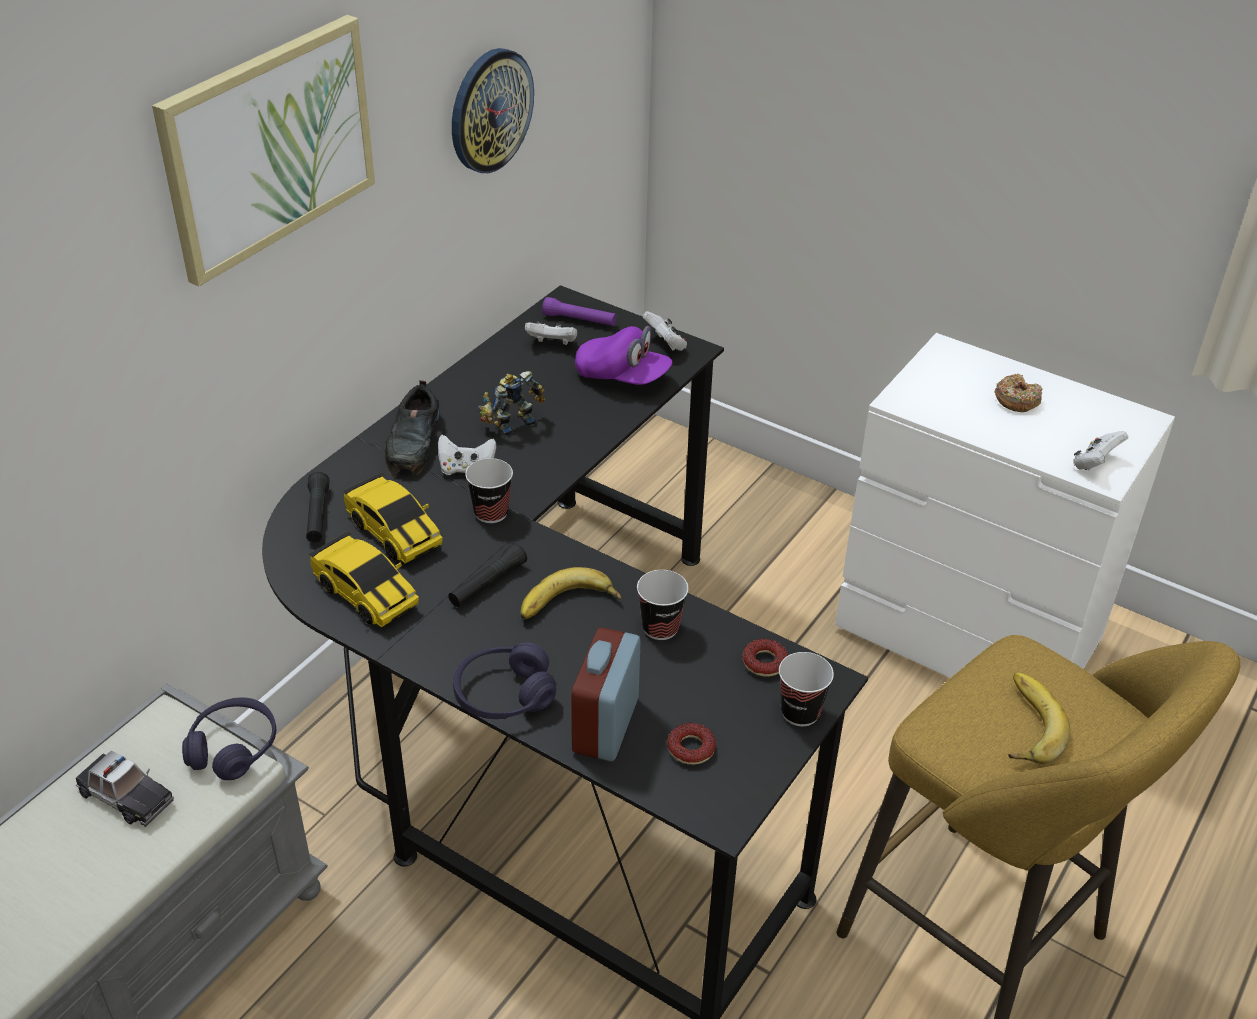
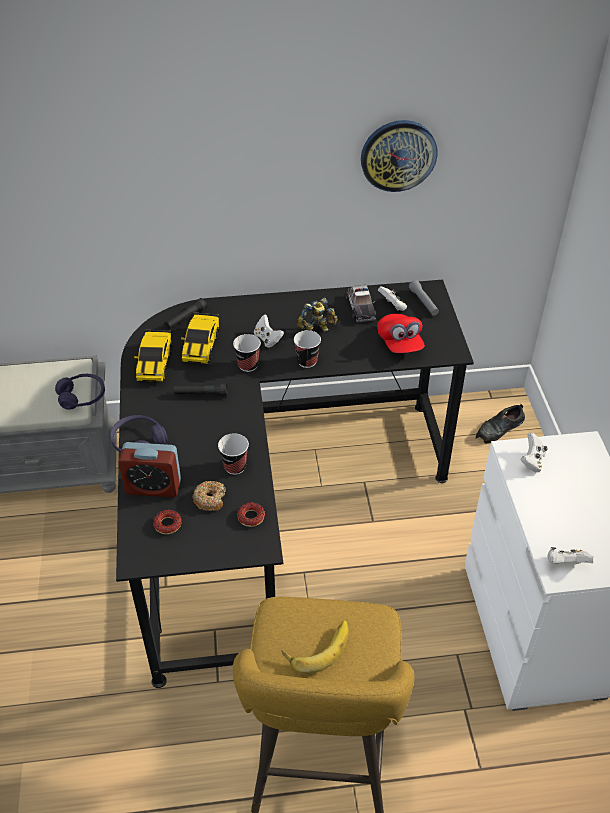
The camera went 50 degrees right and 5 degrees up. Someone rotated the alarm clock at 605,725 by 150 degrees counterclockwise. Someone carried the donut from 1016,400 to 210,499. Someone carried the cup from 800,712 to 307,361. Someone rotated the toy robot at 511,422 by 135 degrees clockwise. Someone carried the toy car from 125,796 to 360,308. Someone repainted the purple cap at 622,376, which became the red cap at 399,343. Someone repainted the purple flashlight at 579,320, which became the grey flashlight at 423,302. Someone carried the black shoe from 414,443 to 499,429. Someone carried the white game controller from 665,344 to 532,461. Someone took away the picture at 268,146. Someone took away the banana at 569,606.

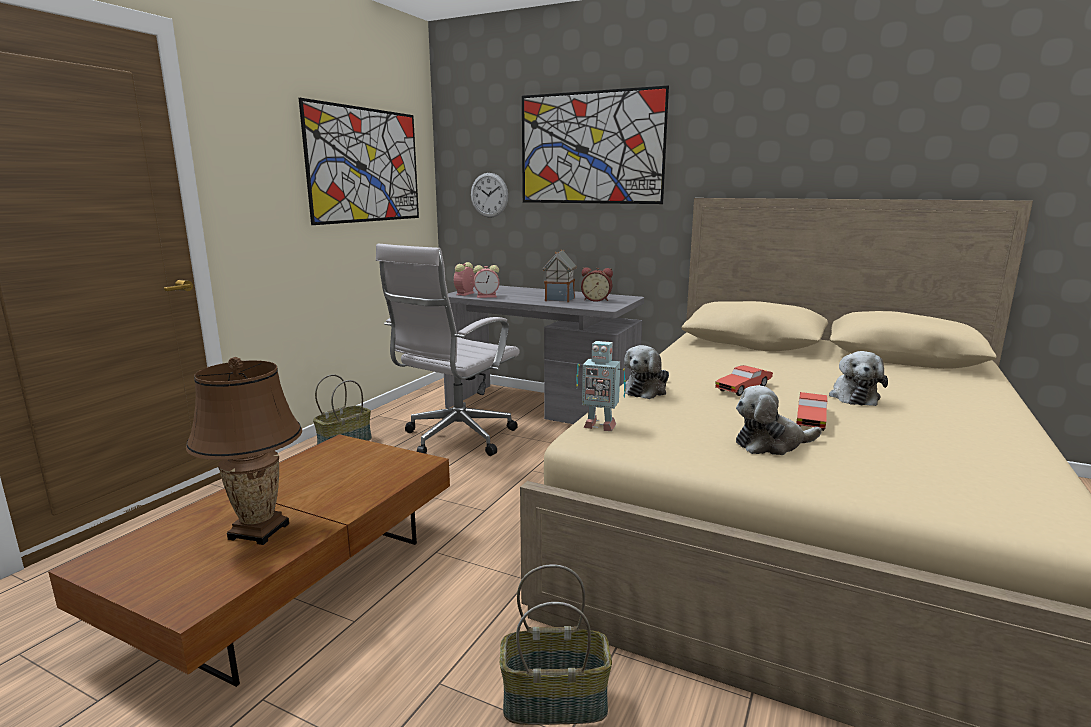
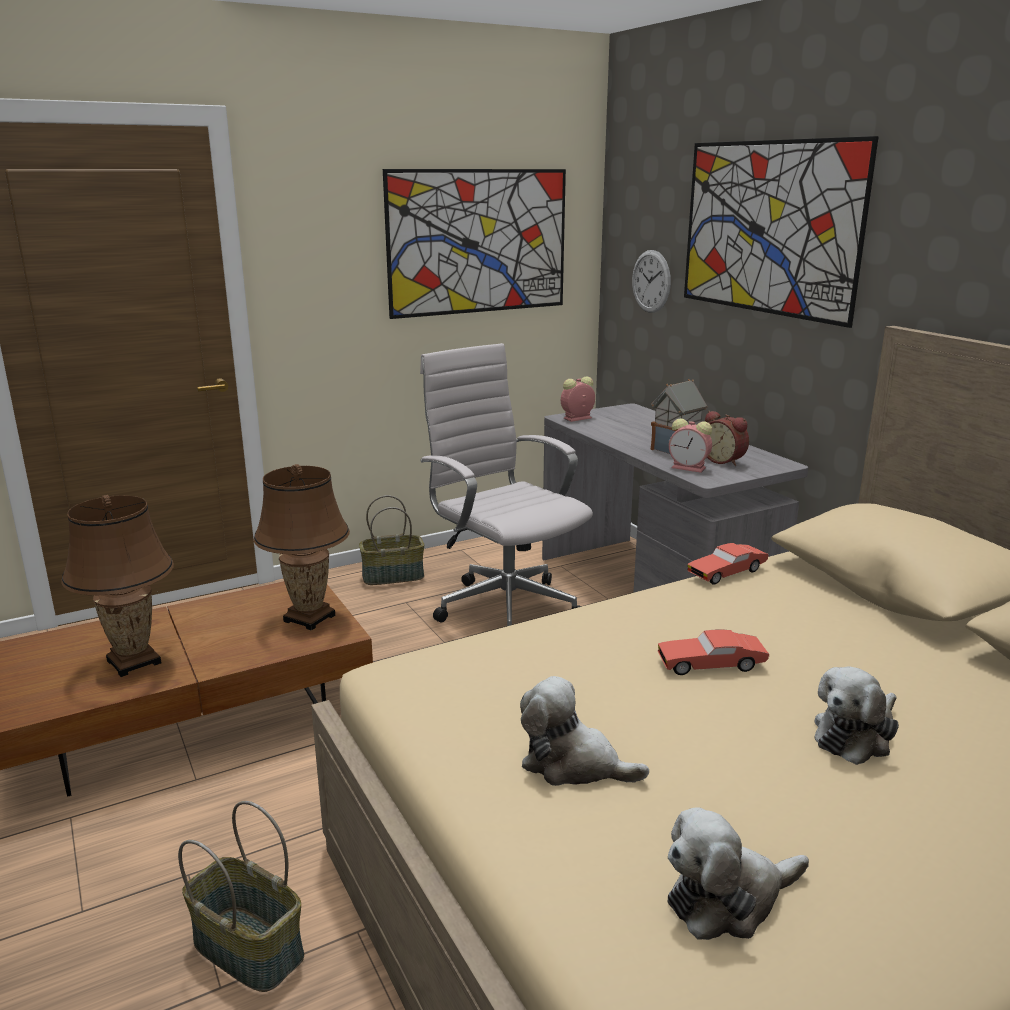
The camera went 35 degrees right and 5 degrees up. Someone put down the brown table lamp at 310,618. Someone rotated the white office chair at 455,439 by 75 degrees clockwise. Someone carried the plush toy from 647,390 to 728,899. Someone carried the alarm clock from 487,296 to 690,468. Someone carried the red toy car from 810,419 to 727,573. Someone took away the toy robot at 599,425.

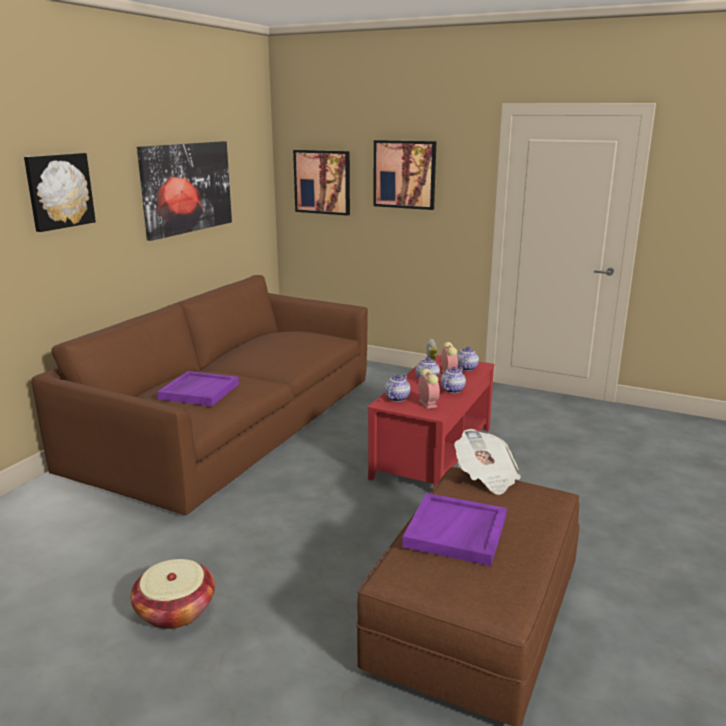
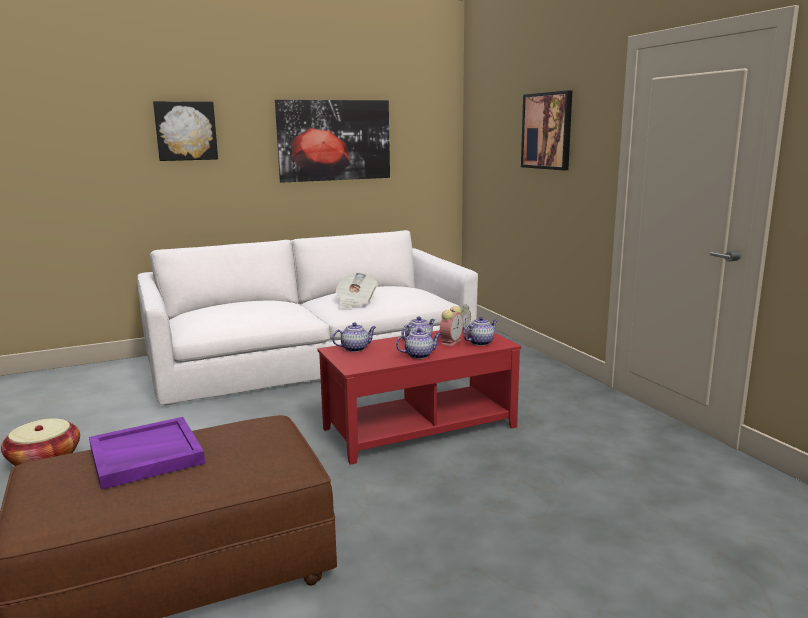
The camera went 40 degrees right and 5 degrees down. Someone repainted the brown sofa at 231,423, which became the white sofa at 311,357. Someone carried the newspaper from 486,477 to 355,302. Someone took away the purple tray at 199,391. Someone took away the picture at 322,182. Someone took away the alarm clock at 427,403.

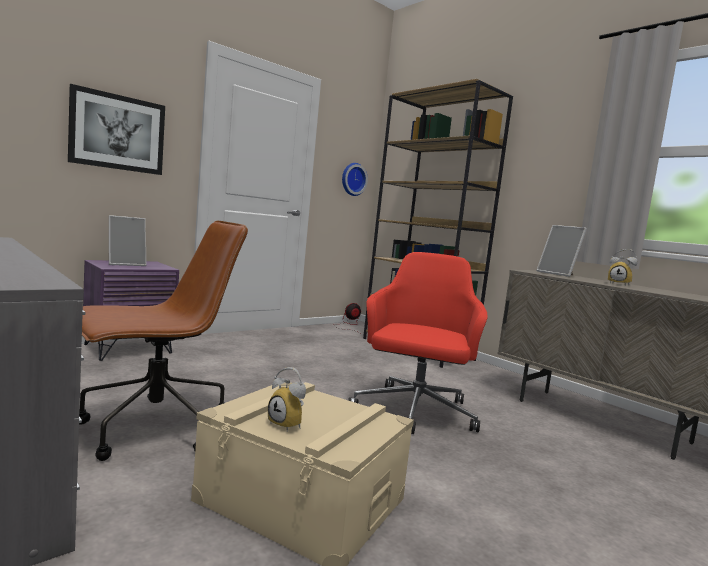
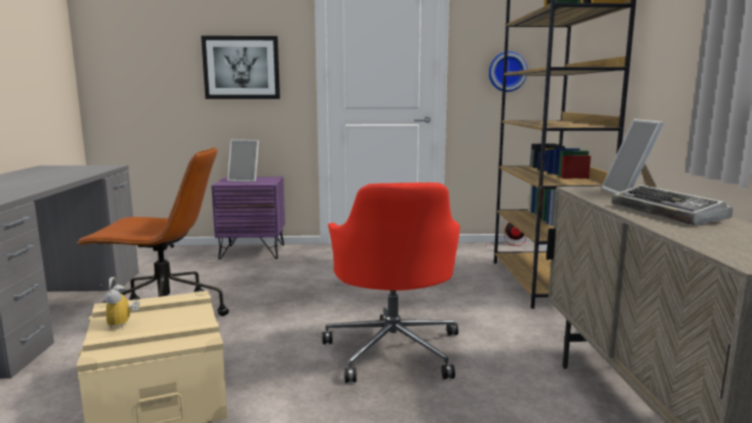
The camera went 40 degrees right and 5 degrees up. Someone rotated the red office chair at 414,412 by 120 degrees clockwise. Someone swapped the alarm clock at 619,284 for the keyboard at 668,213.

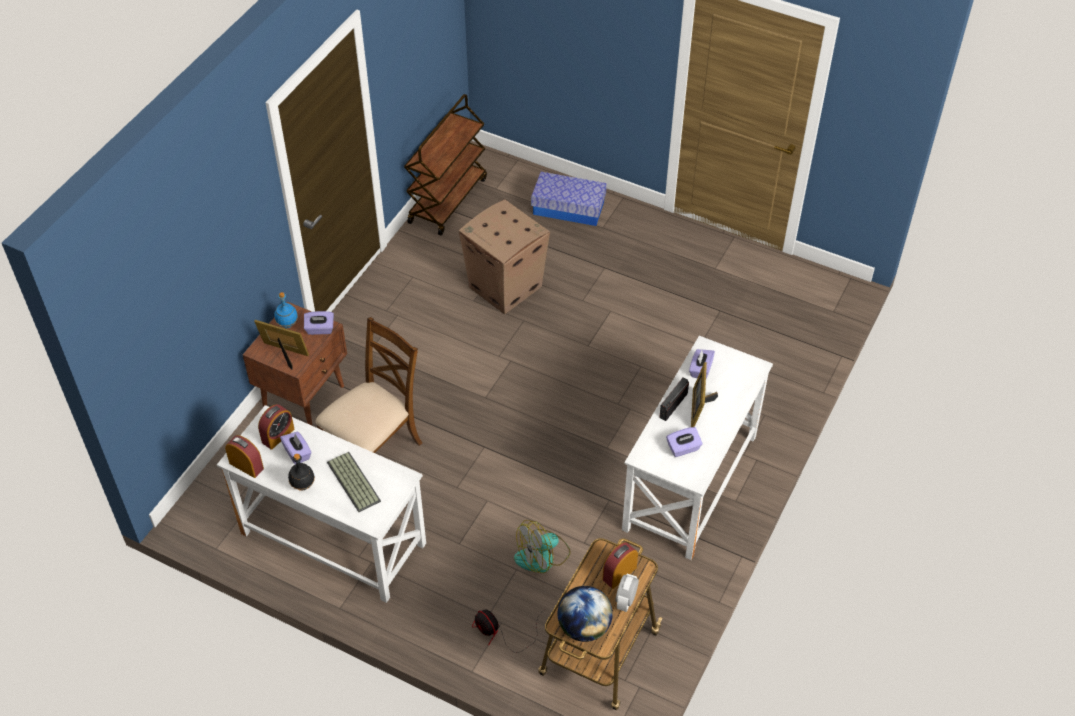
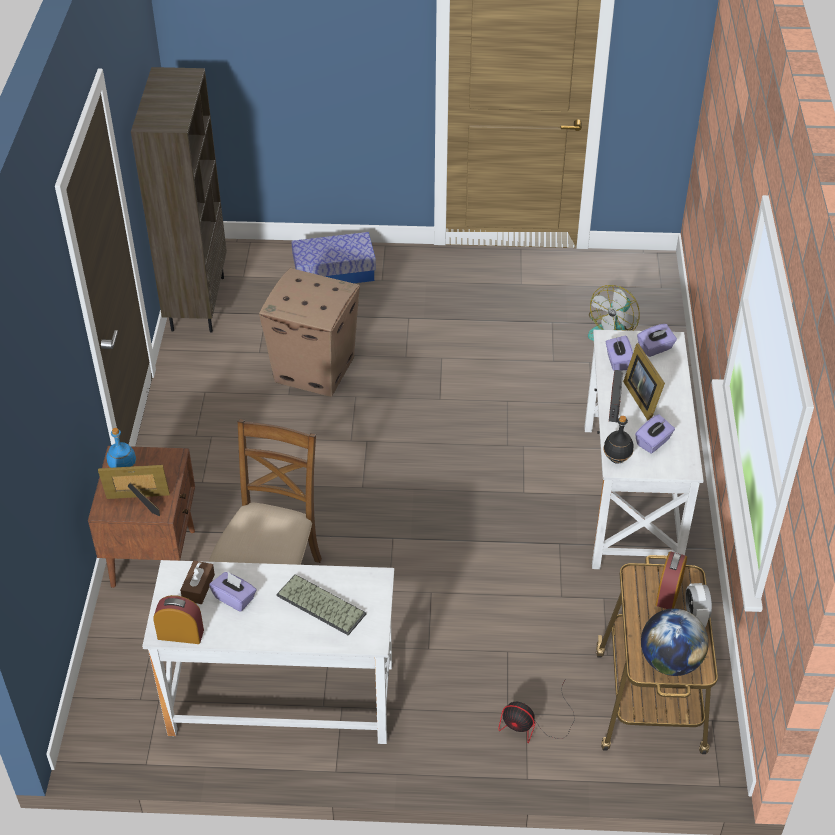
The camera went 25 degrees left and 5 degrees down. Someone swapped the brown cart at 447,200 for the brown bookcase at 196,303. Someone swapped the alarm clock at 278,435 for the brown tissue box at 198,587. Someone carried the fan from 542,556 to 612,329. Someone carried the black bottle from 303,486 to 617,459. Someone carried the purple tissue box from 320,329 to 655,348.

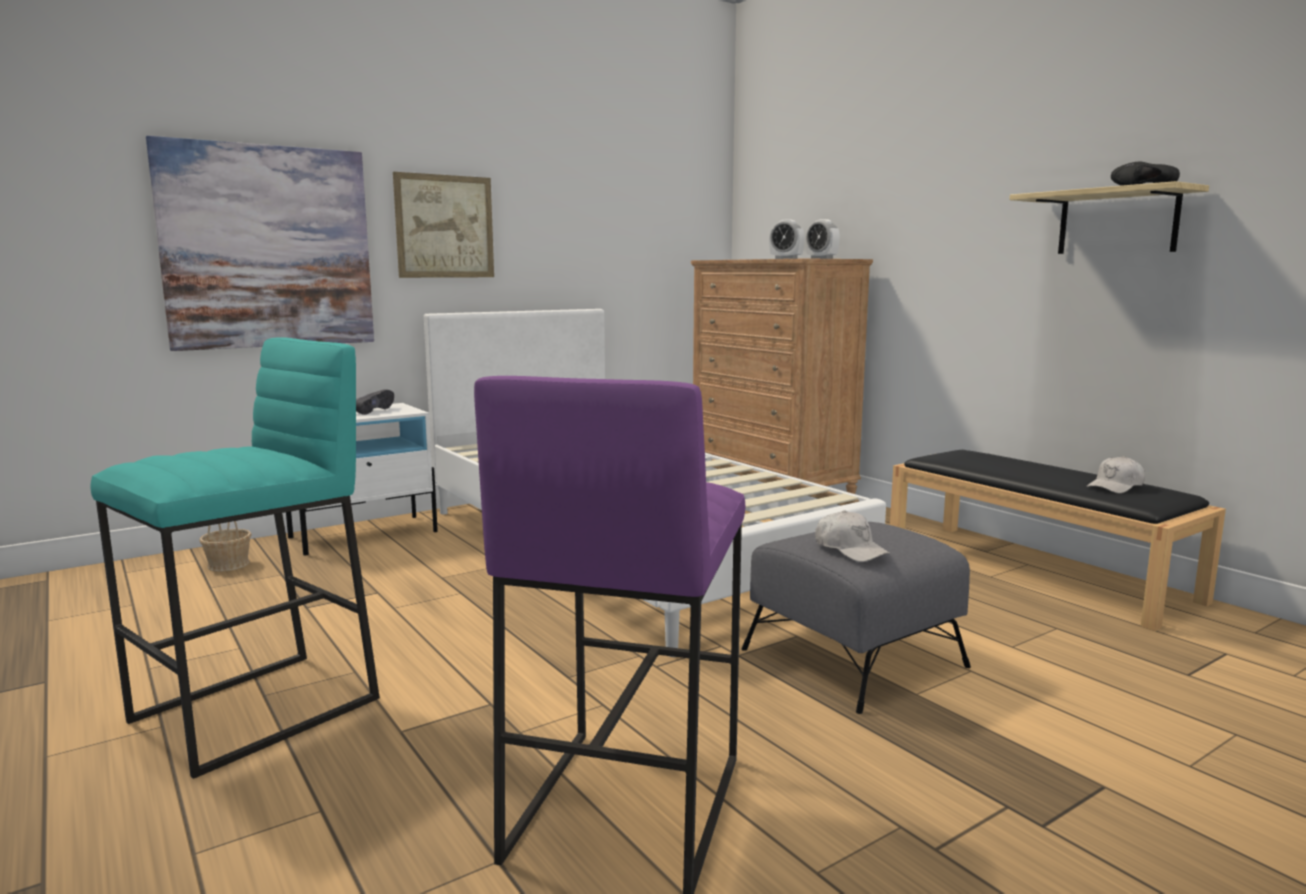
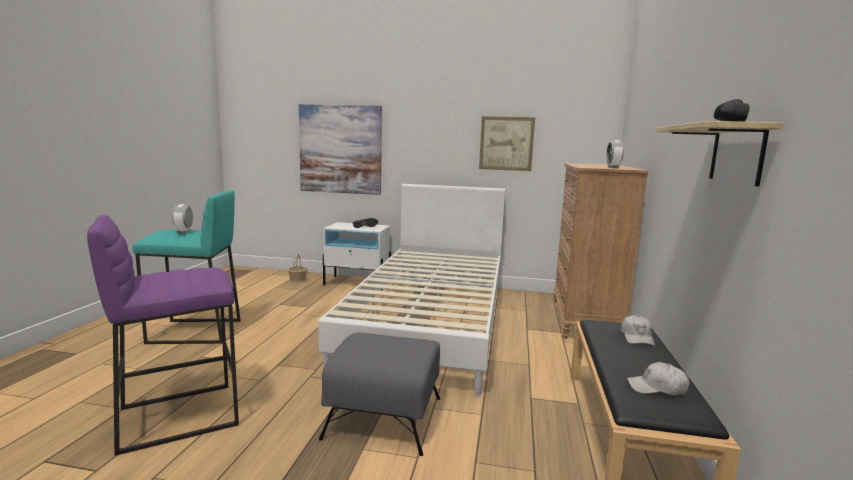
The camera went 45 degrees right and 0 degrees up. Someone carried the alarm clock from 786,258 to 184,232. Someone carried the picture from 444,226 to 506,143. Someone carried the white cap from 850,549 to 637,337.

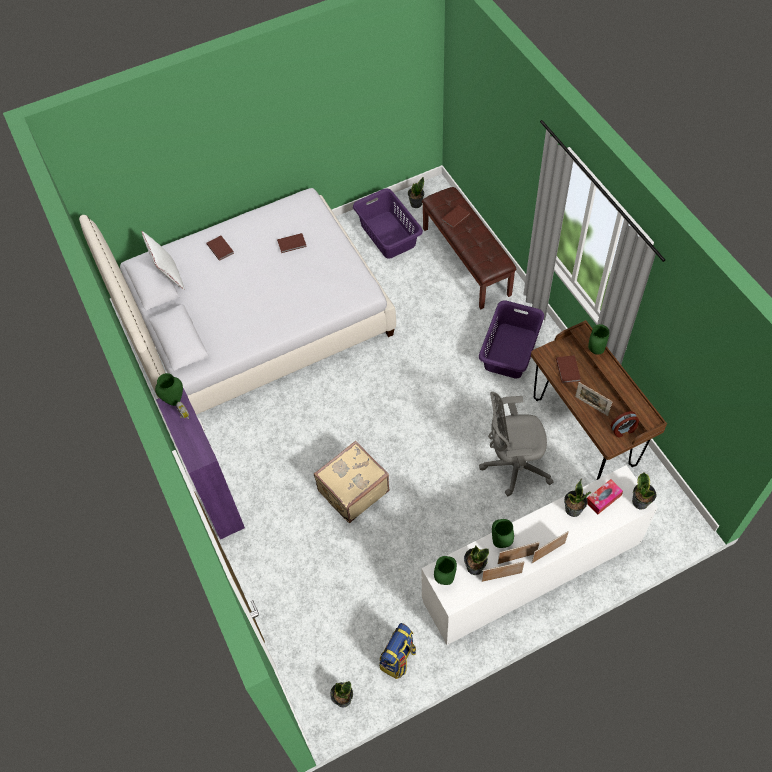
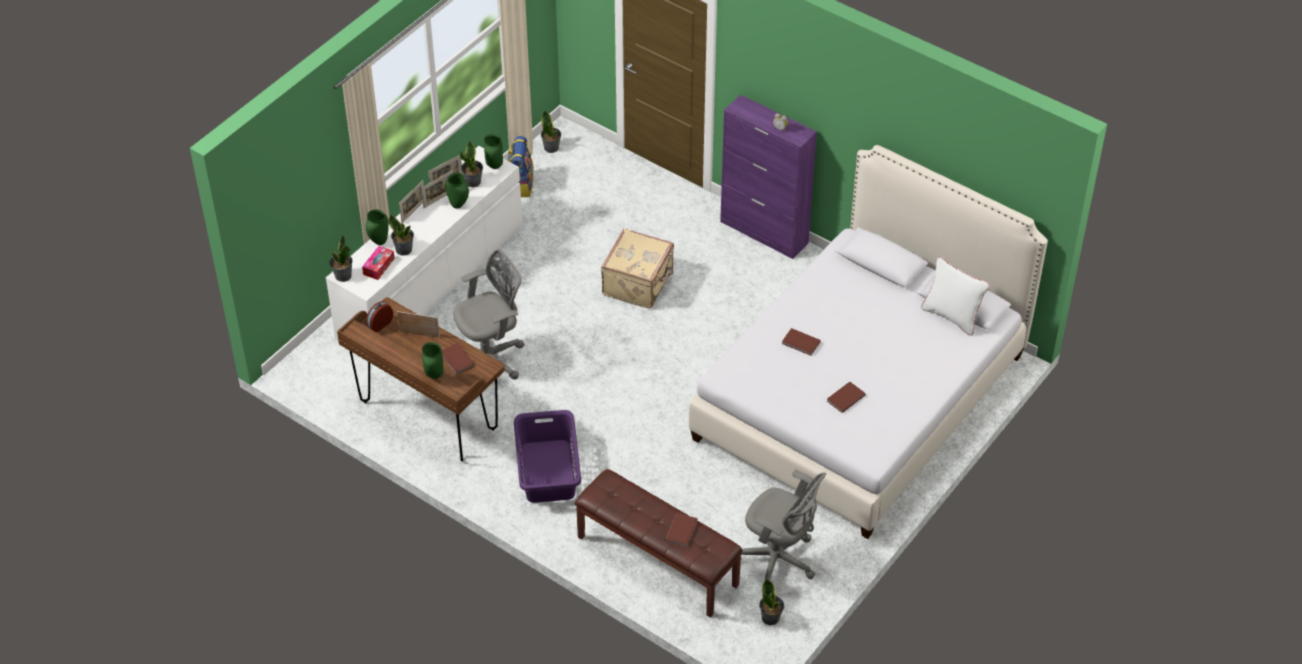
The camera went 150 degrees right and 10 degrees down. Someone carried the green vase from 174,400 to 379,242. Someone swapped the purple laundry basket at 388,234 for the grey office chair at 778,560. Someone carried the brown book from 220,248 to 801,343.

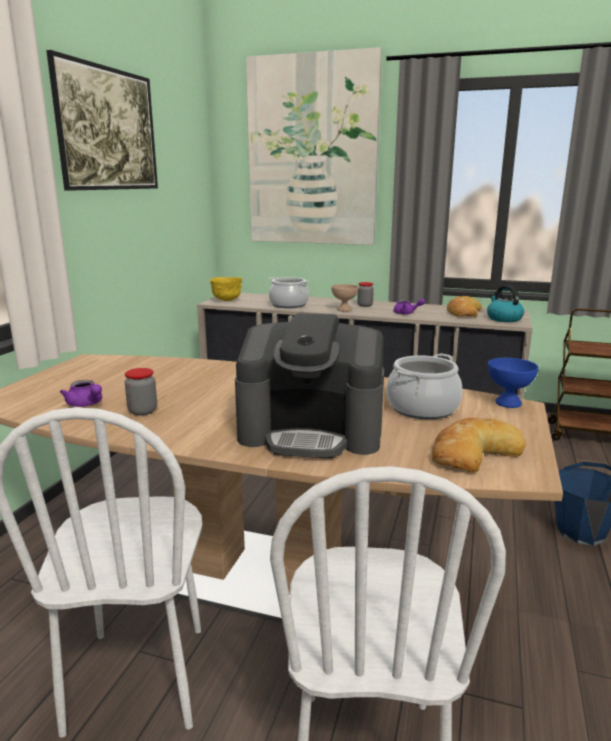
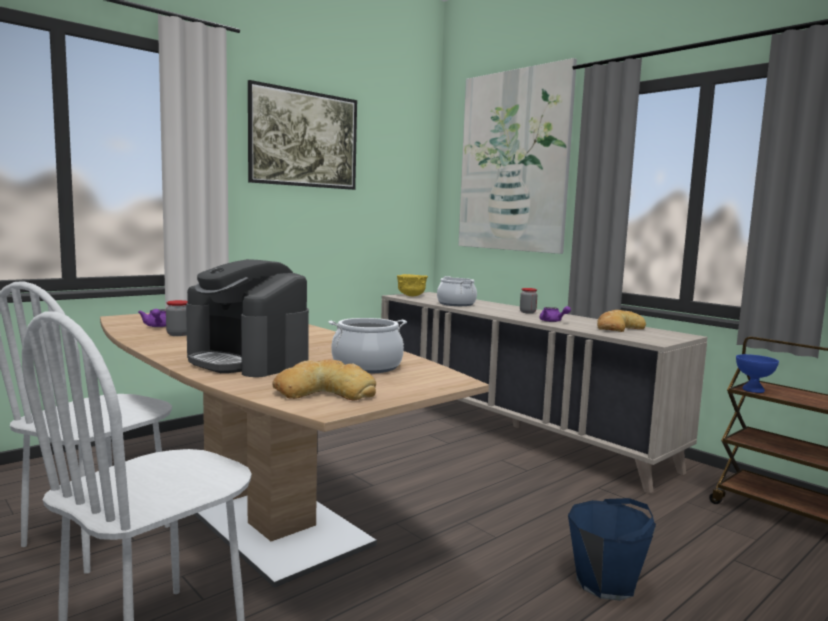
The camera went 30 degrees right and 10 degrees down. Someone carried the blue bowl from 507,403 to 753,390. Someone took away the beige bowl at 344,309. Someone took away the kettle at 503,319.

